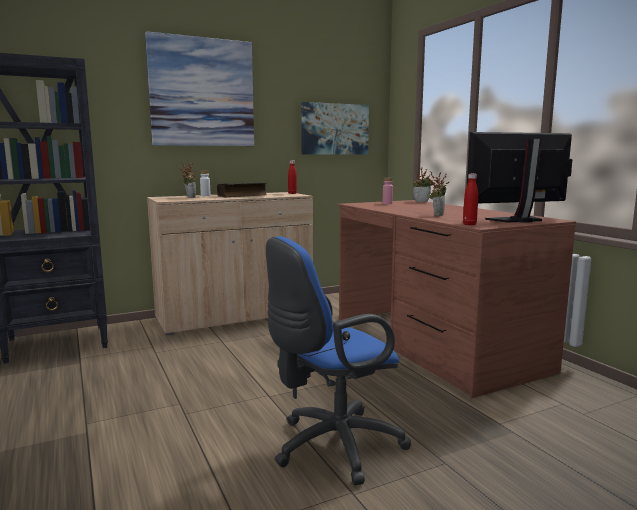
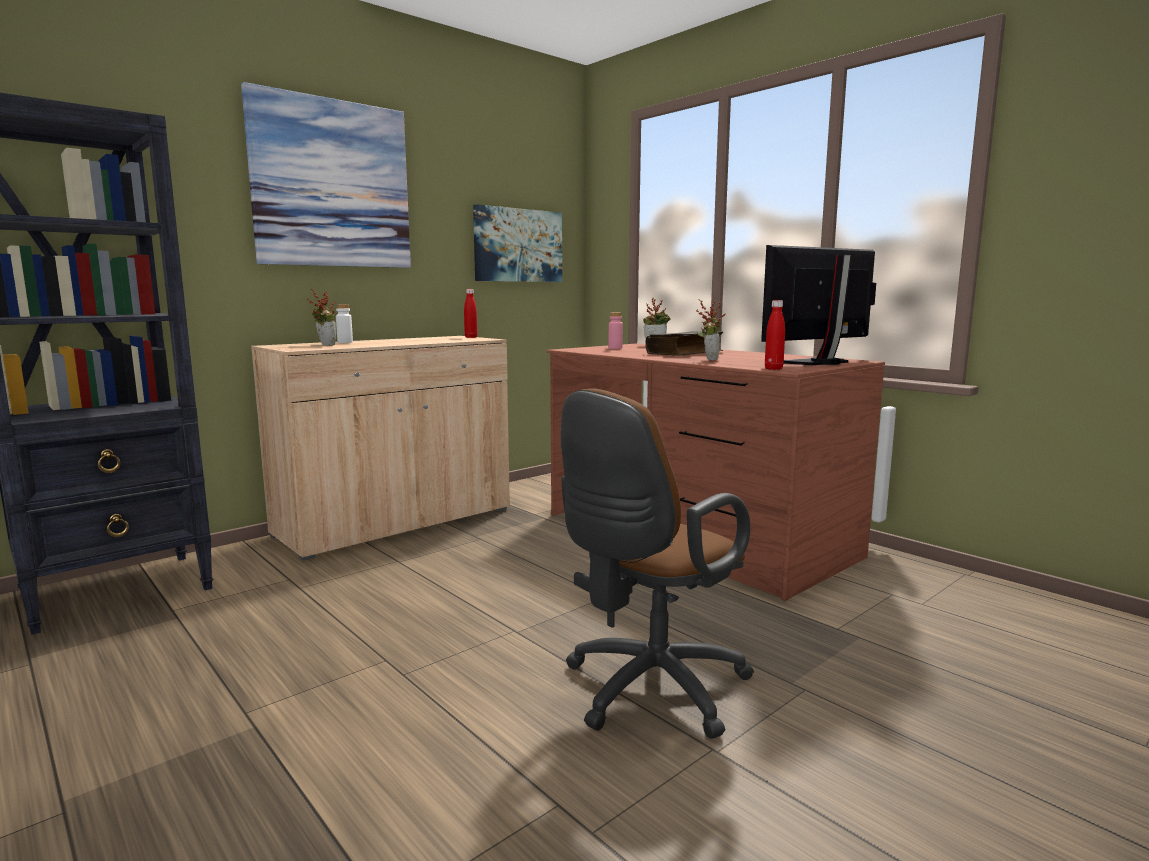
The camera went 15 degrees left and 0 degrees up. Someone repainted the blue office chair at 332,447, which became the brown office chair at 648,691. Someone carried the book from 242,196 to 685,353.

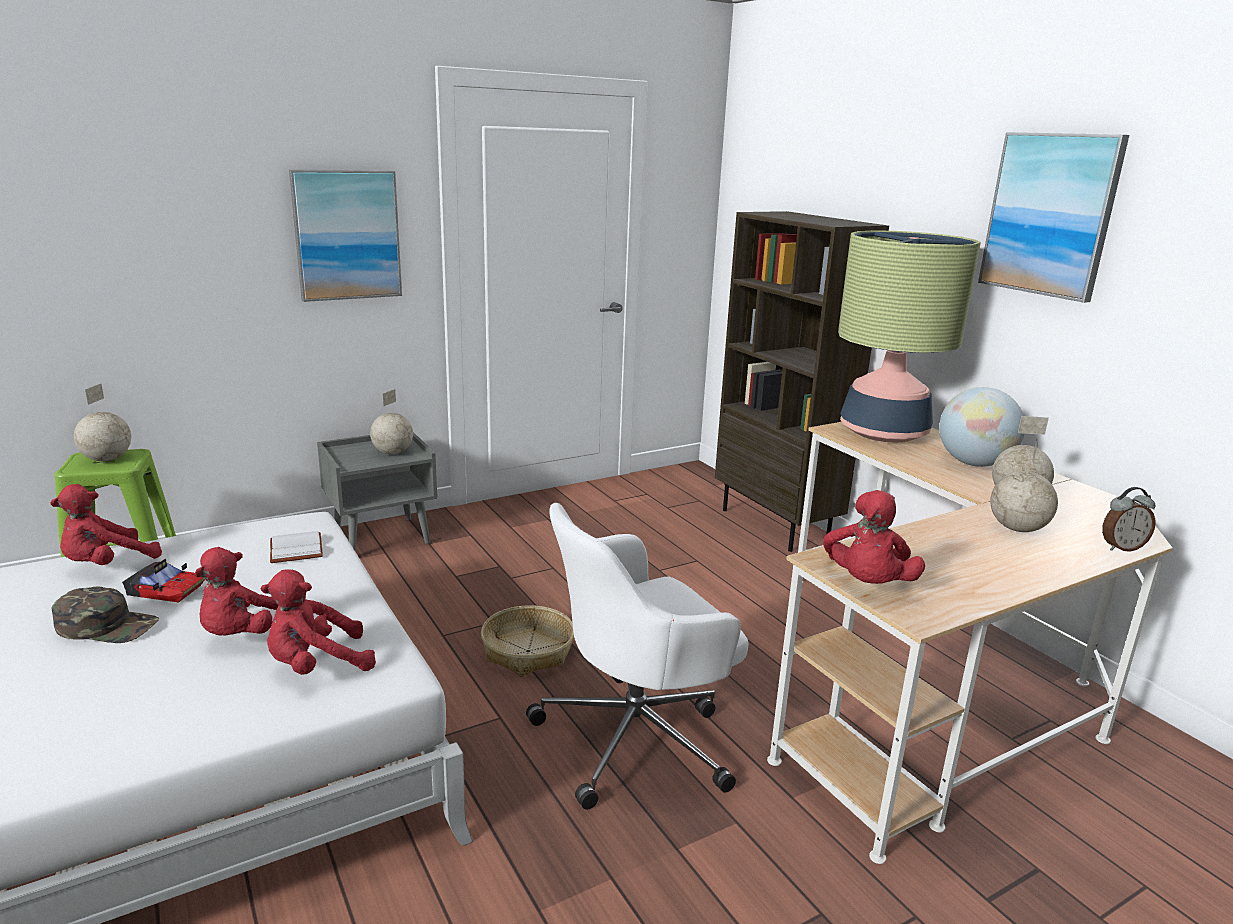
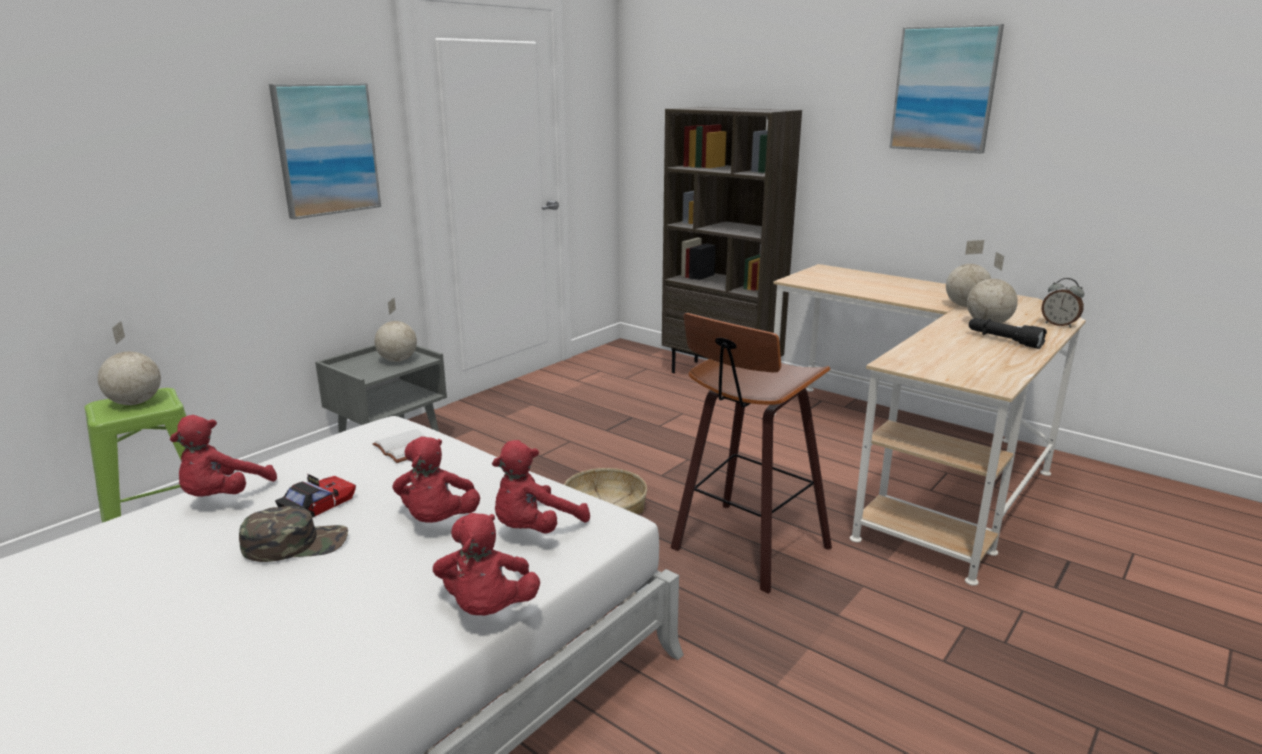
The camera went 20 degrees left and 0 degrees up. Someone rotated the toy car at 166,590 by 45 degrees counterclockwise. Someone carried the red plush toy from 867,584 to 487,609. Someone swapped the white office chair at 637,738 for the stool at 745,548. Someone put down the black flashlight at 1003,340. Someone rotated the alarm clock at 1121,547 by 75 degrees clockwise. Someone took away the table lamp at 883,432. Someone took away the globe at 974,463.

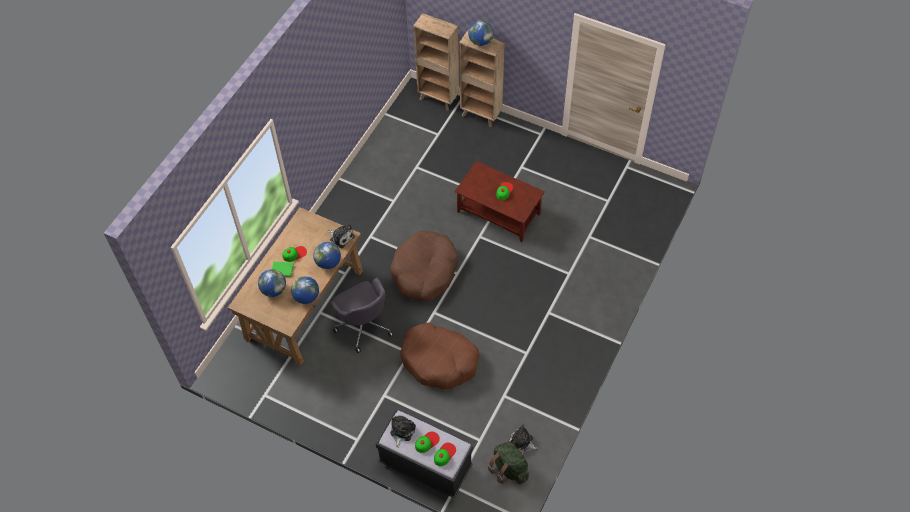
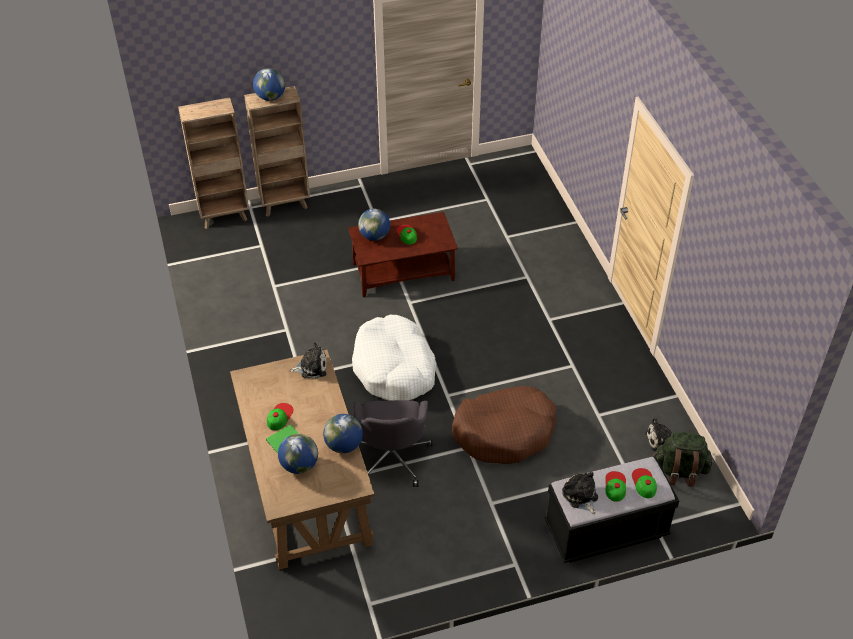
The camera went 45 degrees left and 10 degrees down. Someone repainted the brown dog bed at 424,272, which became the white dog bed at 394,368. Someone rotated the grey office chair at 364,324 by 75 degrees clockwise. Someone carried the globe from 328,262 to 374,236.

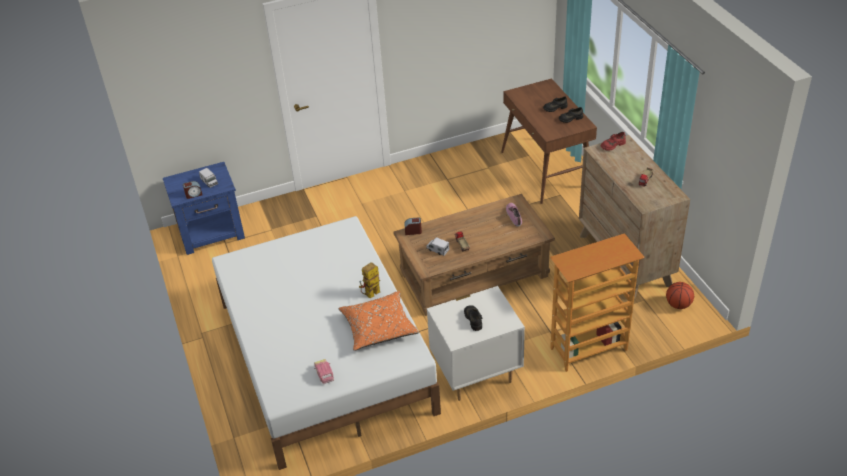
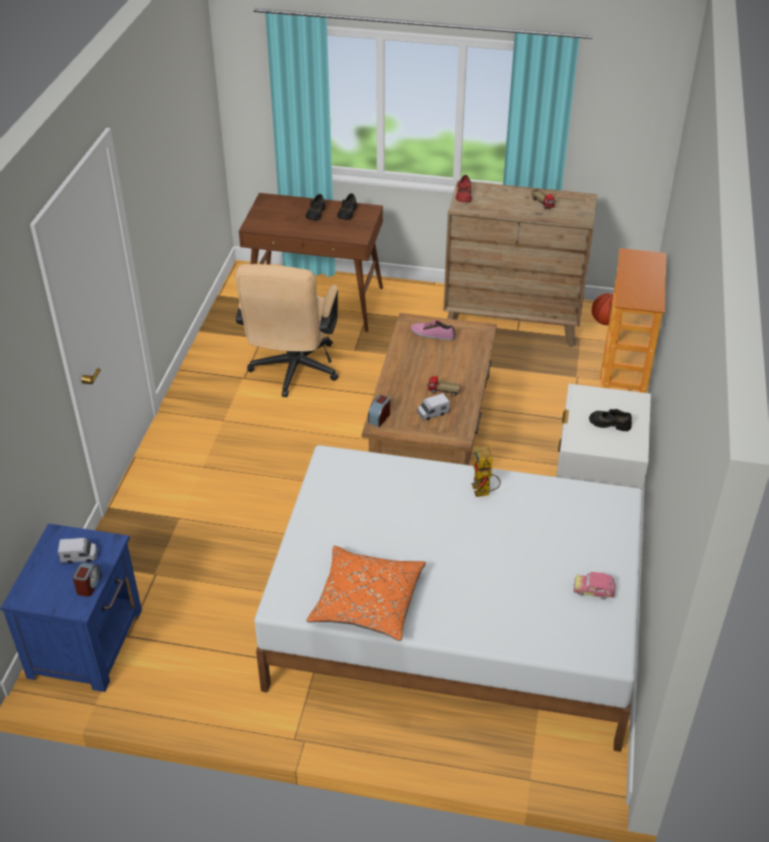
The camera went 60 degrees left and 0 degrees up. Someone put down the beige office chair at 292,372. Someone carried the orange pillow from 378,327 to 366,602.

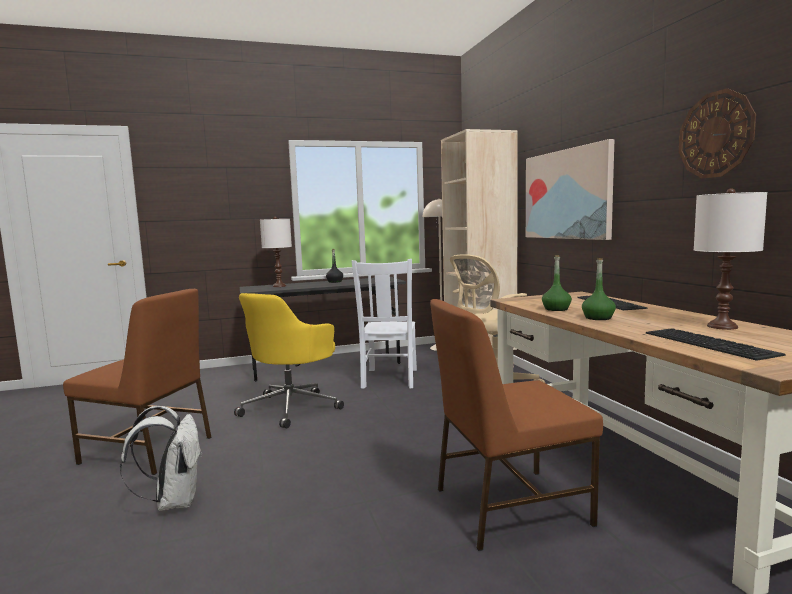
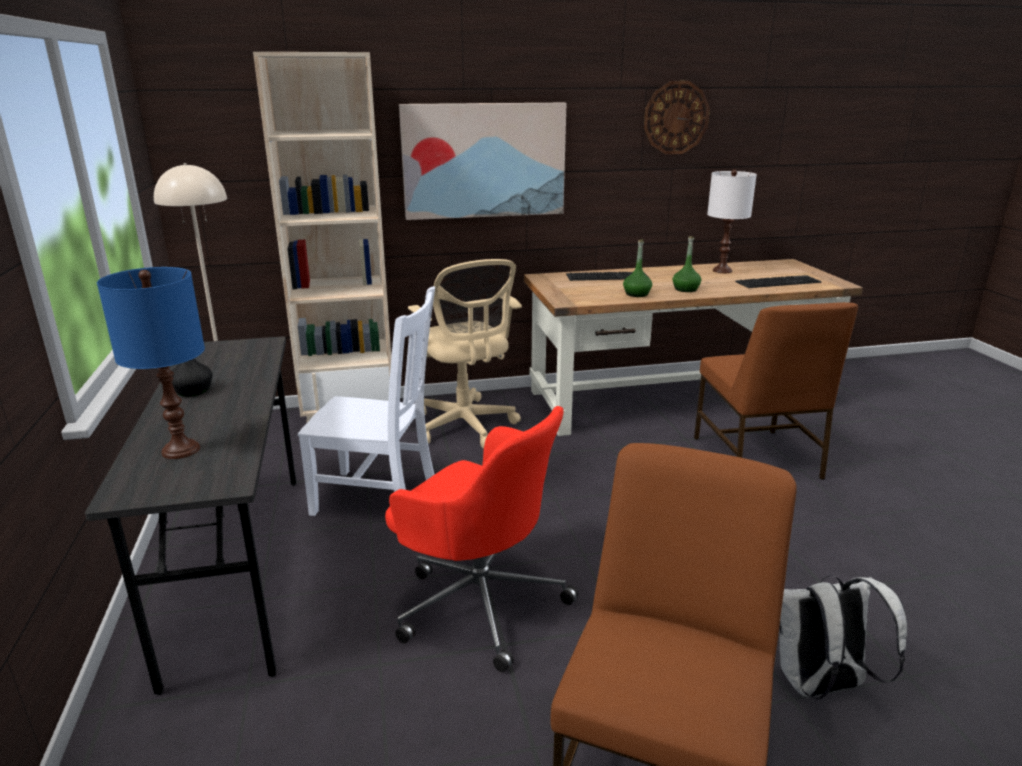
The camera went 85 degrees left and 15 degrees up. Someone repainted the white table lamp at 279,286, which became the blue table lamp at 181,449. Someone repainted the yellow office chair at 291,407, which became the red office chair at 479,600.

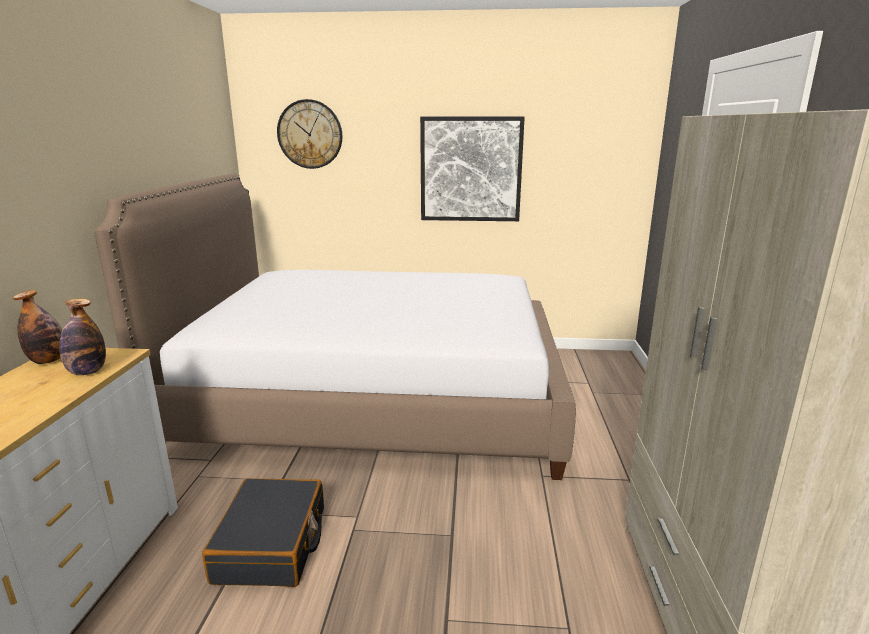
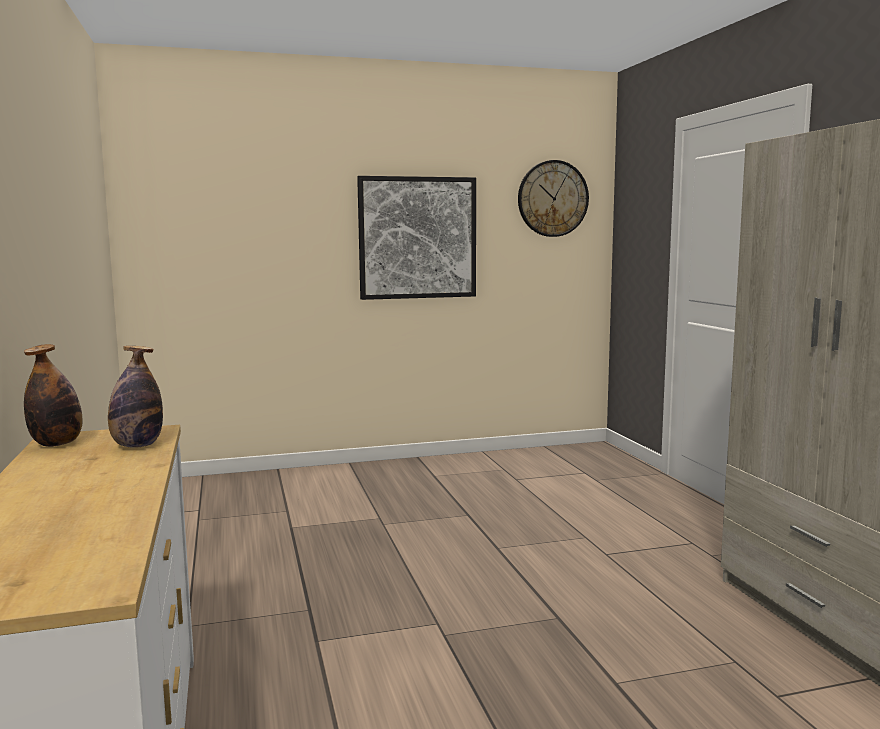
The camera went 20 degrees left and 10 degrees down. Someone carried the wall clock from 310,134 to 552,198. Someone took away the bed at 374,399. Someone took away the black suitcase at 272,544.

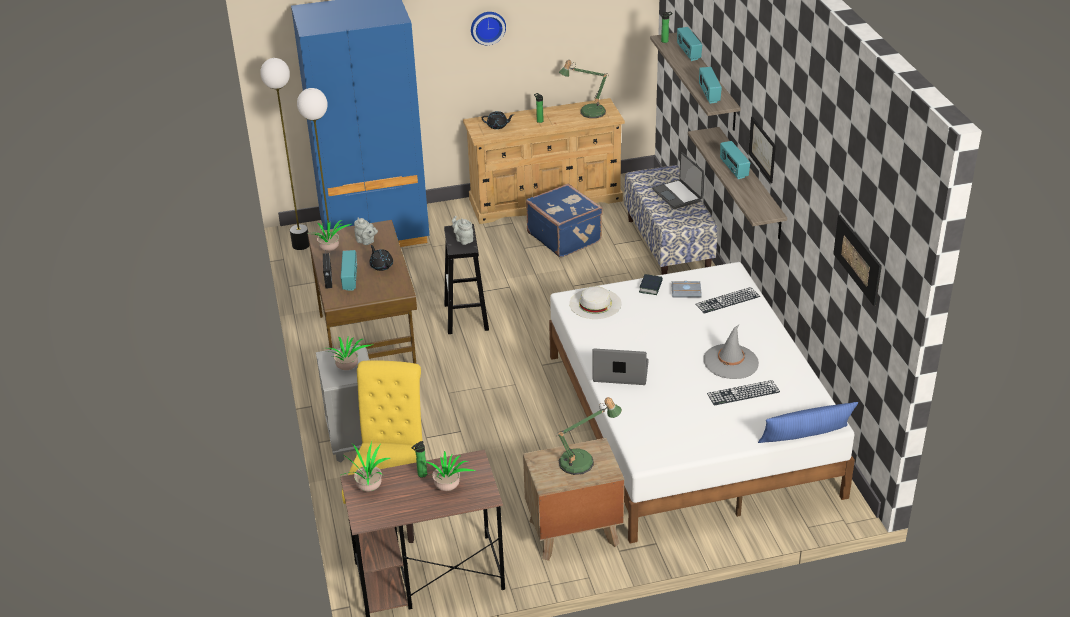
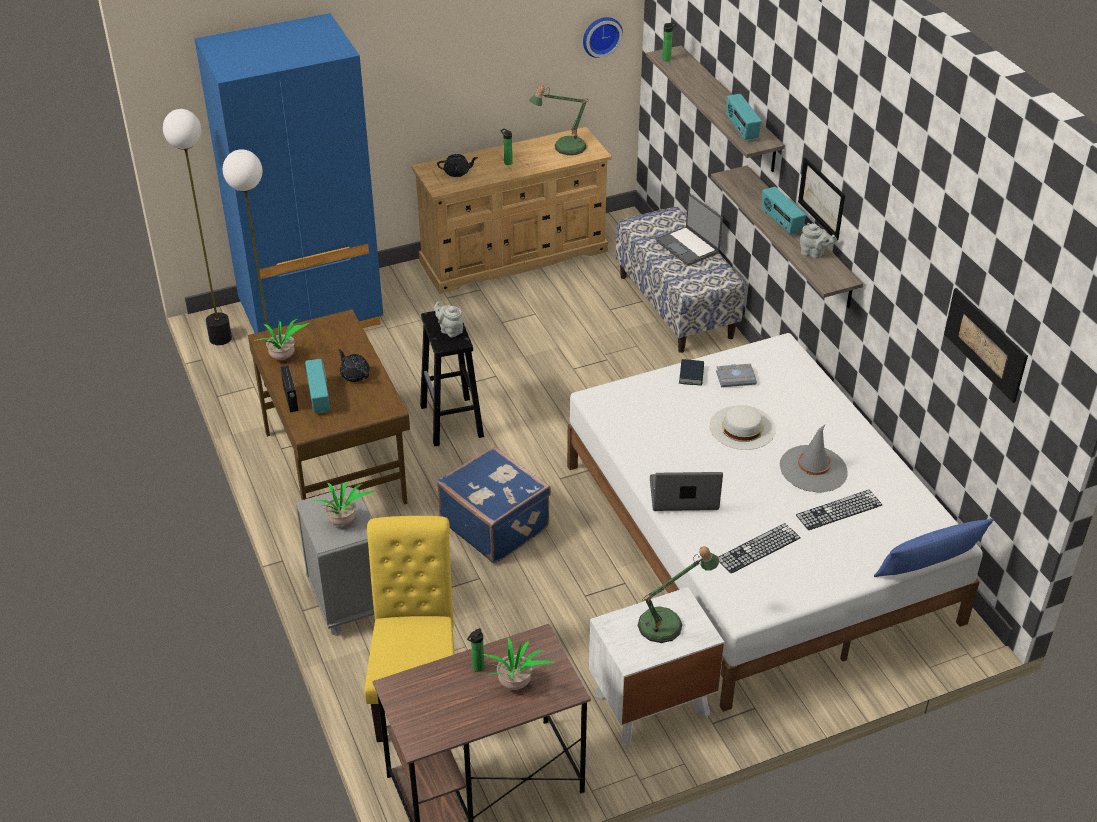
The camera went 10 degrees left and 5 degrees up. Someone carried the blue suitcase from 565,237 to 495,524. Someone carried the wall clock from 487,27 to 601,35. Someone repainted the brown nightstand at 573,532, which became the white nightstand at 651,704. Someone carried the white hat from 595,303 to 742,427. Someone carried the keyboard from 727,300 to 758,548. Someone carried the grey teapot from 366,241 to 814,253. Someone took away the potted plant at 368,487. Someone took away the radio at 688,53.

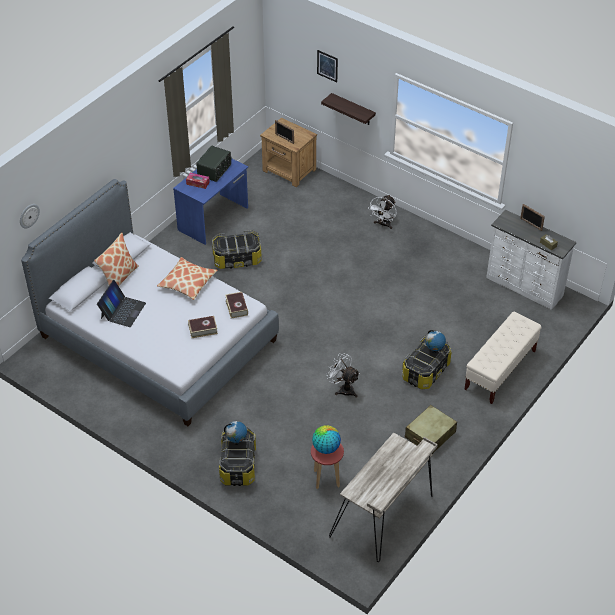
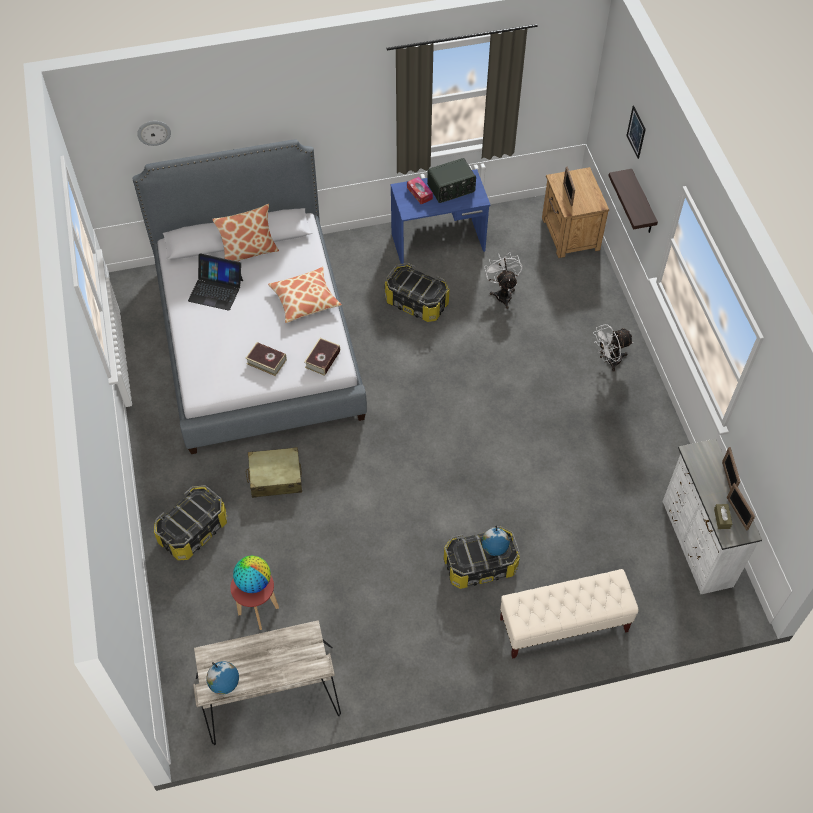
The camera went 40 degrees right and 10 degrees up. Someone rotated the laptop at 122,310 by 45 degrees clockwise. Someone carried the globe from 236,441 to 225,686. Someone carried the beige suitcase from 430,435 to 275,477. Someone carried the white fan from 343,389 to 502,293. Someone put down the picture frame at 737,513.

